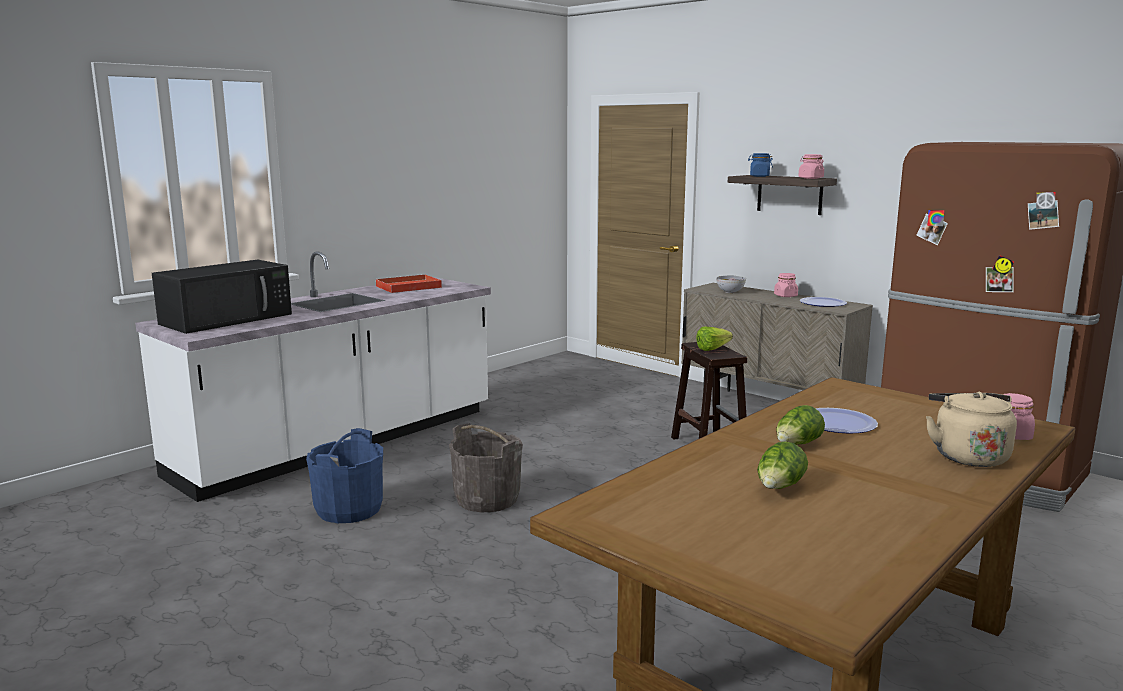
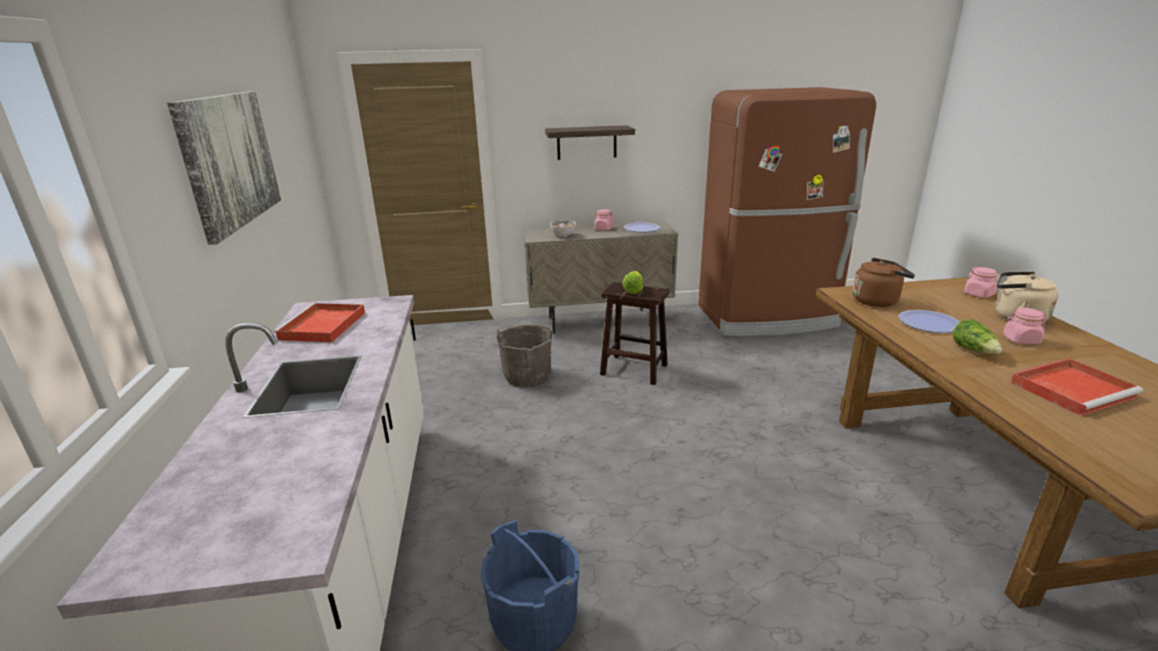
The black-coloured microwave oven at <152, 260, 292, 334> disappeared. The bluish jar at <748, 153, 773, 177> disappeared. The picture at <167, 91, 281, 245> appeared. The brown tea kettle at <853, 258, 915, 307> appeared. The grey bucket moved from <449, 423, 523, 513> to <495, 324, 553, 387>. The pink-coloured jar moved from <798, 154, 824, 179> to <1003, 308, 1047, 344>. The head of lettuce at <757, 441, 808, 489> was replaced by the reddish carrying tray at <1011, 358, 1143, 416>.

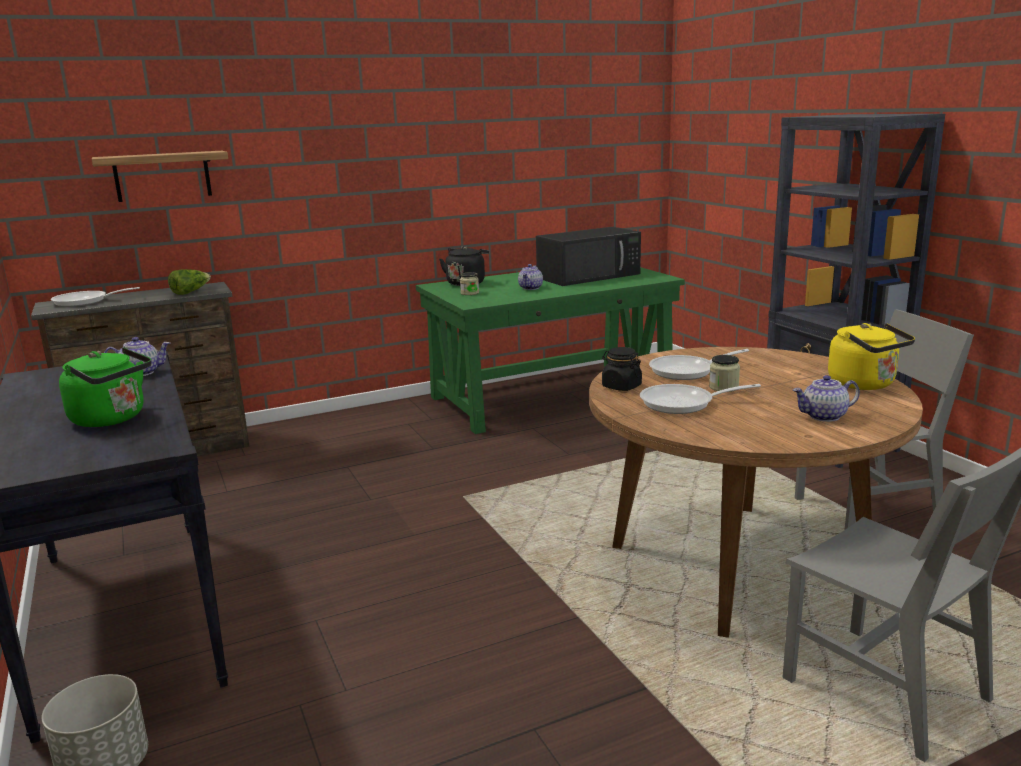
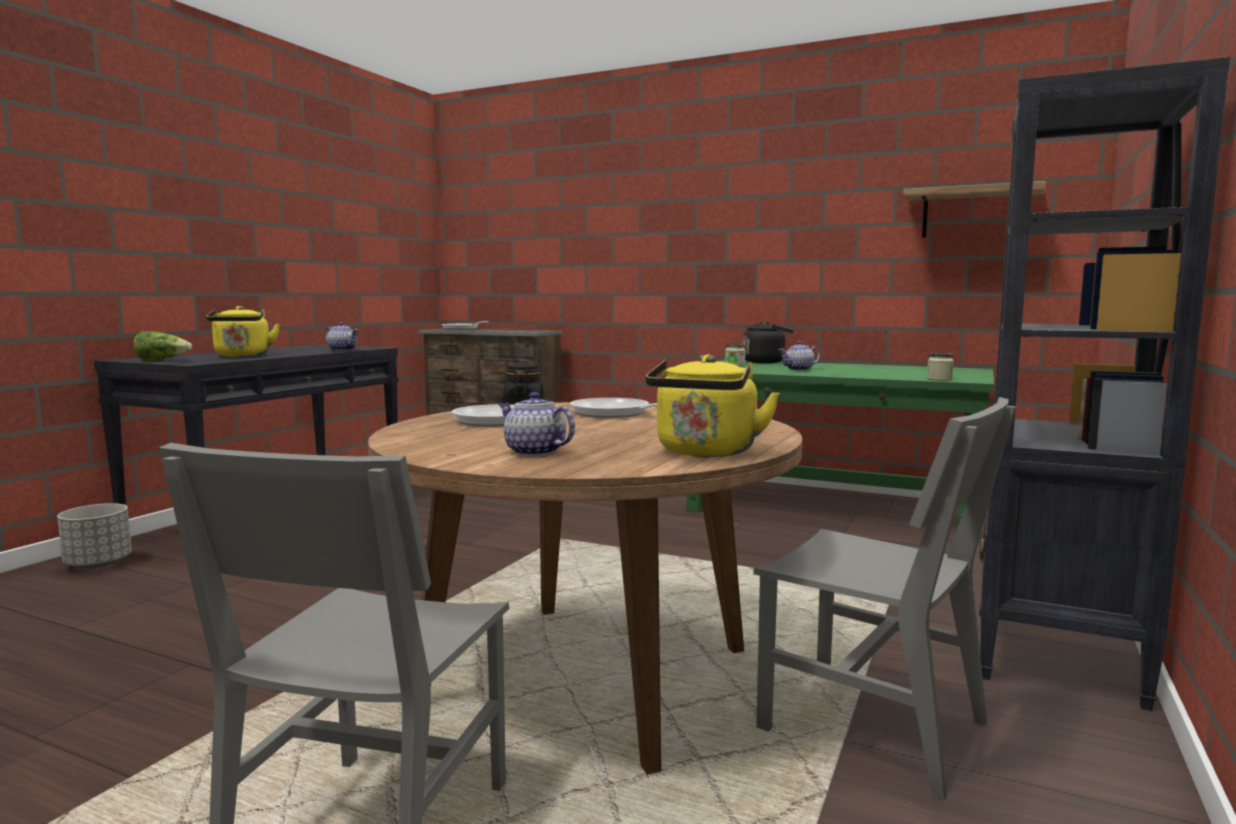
The black-coloured microwave oven at <536, 227, 641, 286> disappeared. The shelf moved from <92, 151, 228, 202> to <903, 181, 1047, 238>. The head of lettuce moved from <168, 269, 211, 295> to <134, 331, 192, 361>. The jar moved from <709, 355, 740, 392> to <927, 353, 954, 381>. The green-coloured tea kettle at <59, 347, 152, 427> became the yellowish tea kettle at <206, 306, 280, 357>.

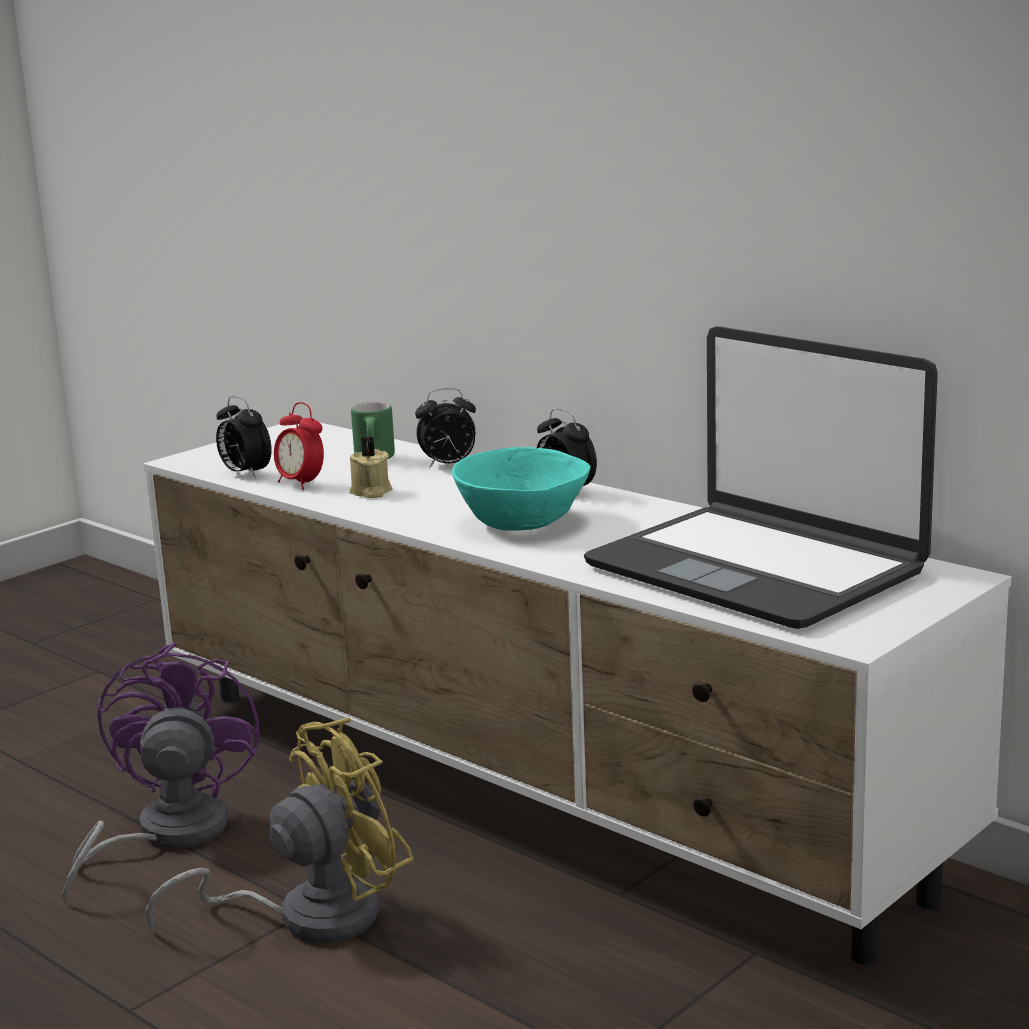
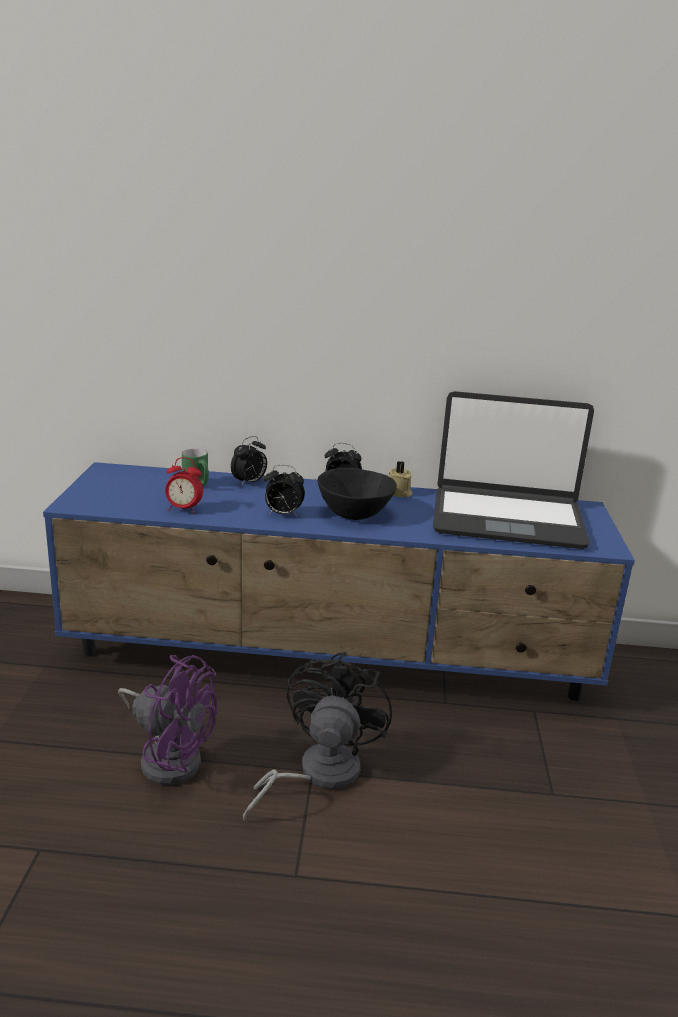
The table clock moved from <216, 396, 272, 478> to <264, 465, 305, 516>. The beige-coloured wax candle moved from <349, 436, 392, 498> to <389, 461, 412, 497>. The whitish tv stand at <143, 422, 1011, 964> became the bluish tv stand at <43, 462, 635, 701>. The yellowish fan at <145, 718, 414, 943> became the black-coloured fan at <243, 652, 392, 821>. The blue-green bowl at <452, 447, 590, 531> became the black-coloured bowl at <317, 468, 397, 520>. The purplish fan at <62, 642, 259, 903> turned 150 degrees clockwise.

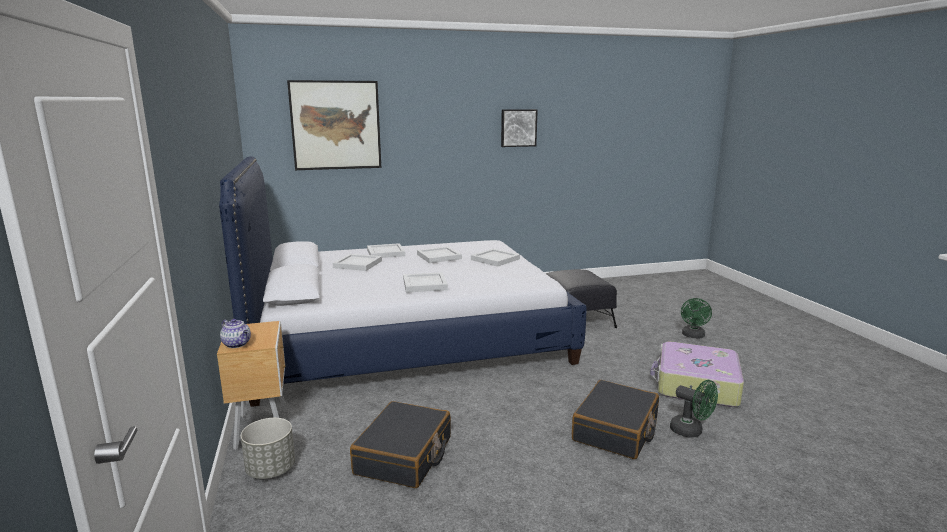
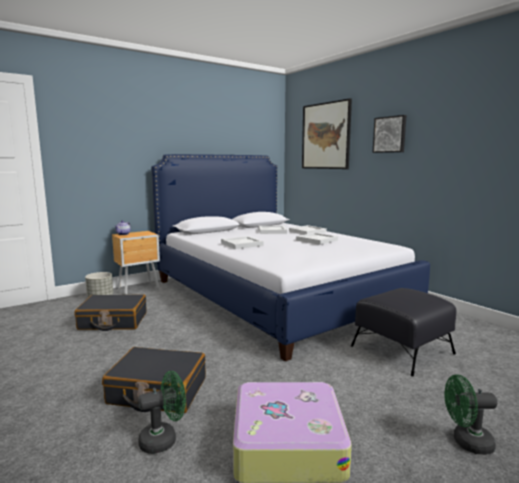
The whitish carrying tray at <471, 249, 520, 267> disappeared. The picture moved from <501, 109, 538, 147> to <372, 115, 406, 153>. The green-coloured fan at <670, 380, 718, 438> turned 135 degrees counterclockwise.

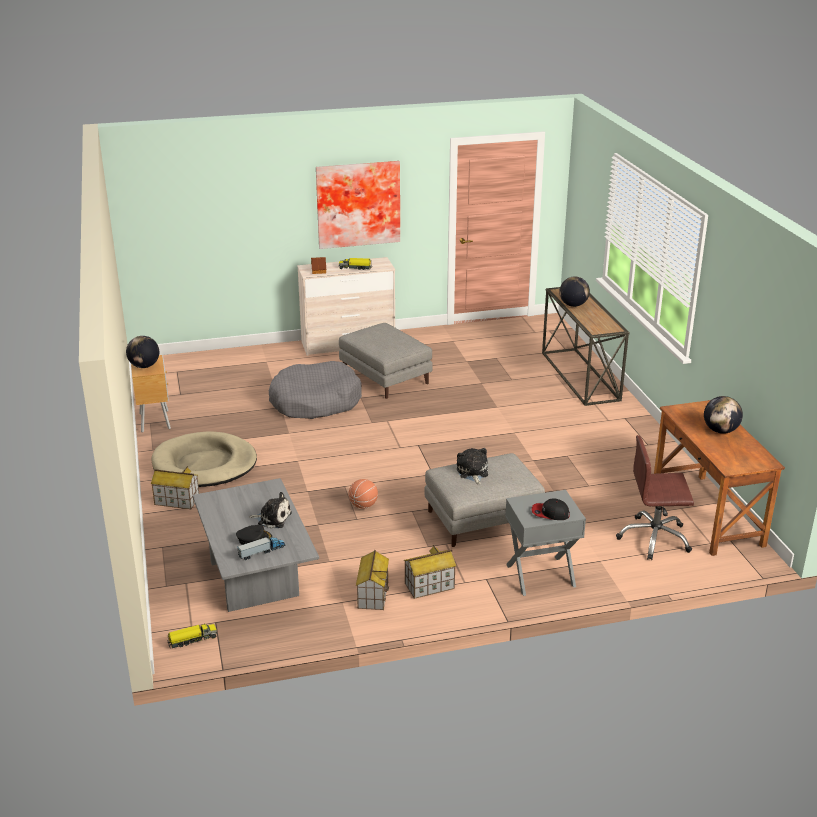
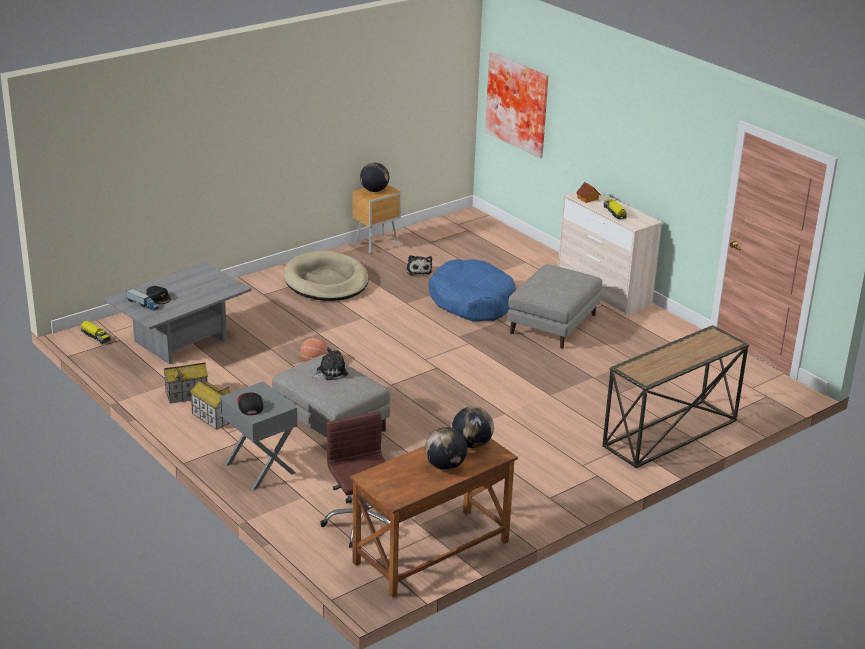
The model house at <151, 466, 199, 509> disappeared. The cuddly toy moved from <249, 492, 292, 529> to <407, 255, 432, 275>. The picture moved from <316, 161, 400, 249> to <485, 52, 549, 158>. The world globe moved from <559, 277, 590, 307> to <452, 406, 494, 448>. The grey dog cushion at <269, 361, 362, 419> became the bluish dog cushion at <429, 259, 516, 322>.

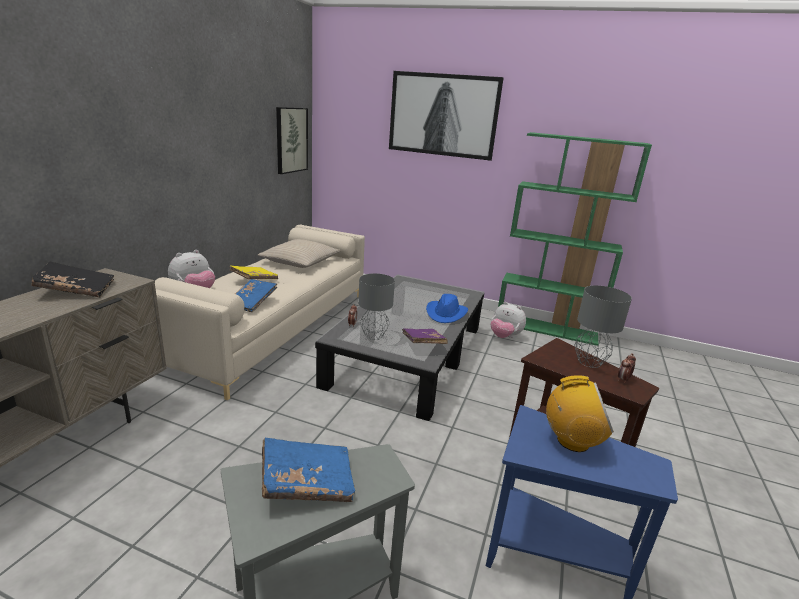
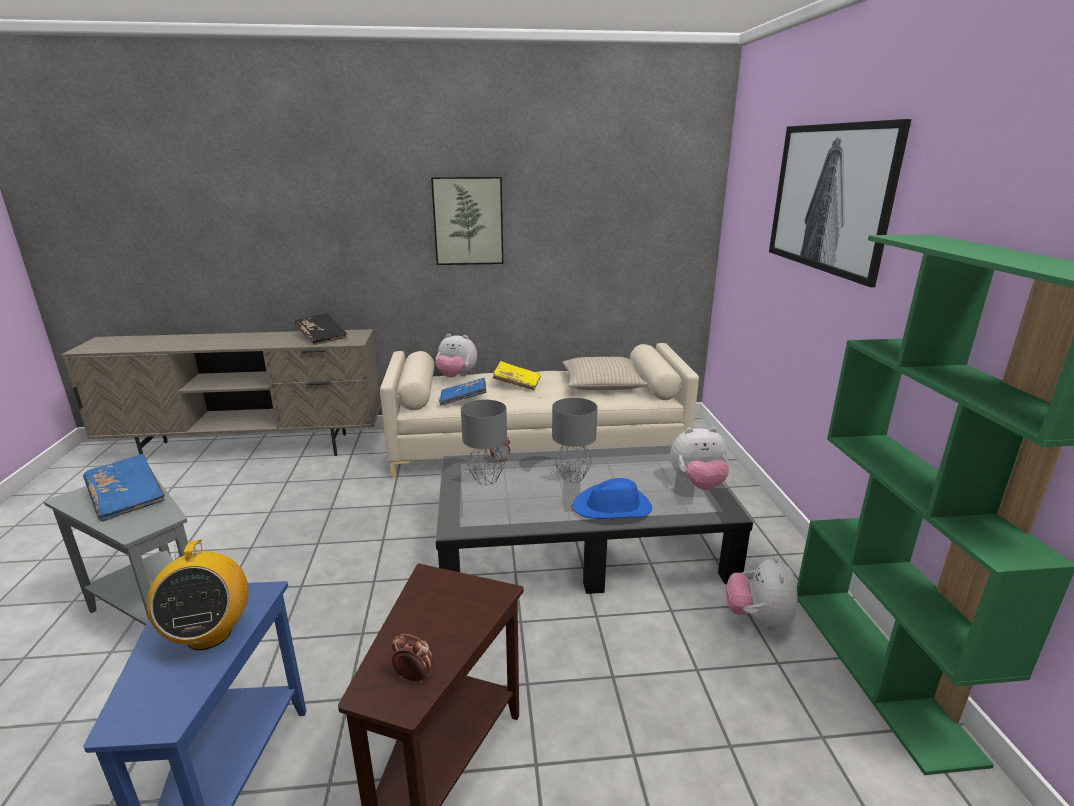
The purplish book at <402, 328, 448, 344> disappeared. The cuddly toy at <670, 427, 729, 490> appeared. The picture moved from <276, 107, 308, 174> to <431, 177, 503, 265>. The grey tabletop lamp moved from <574, 285, 632, 368> to <552, 398, 598, 482>.

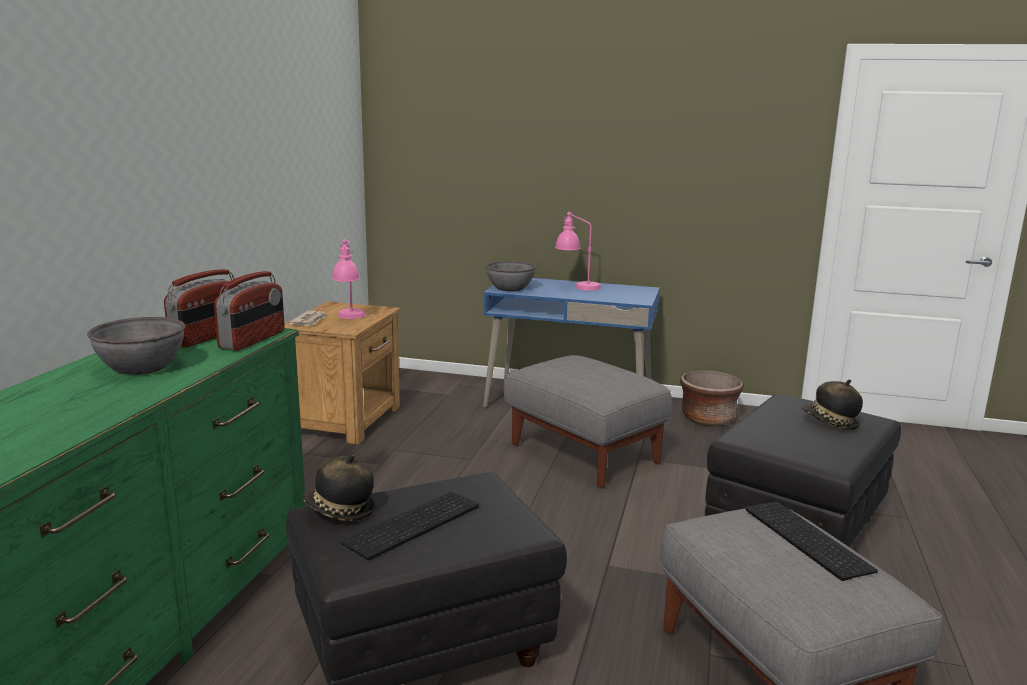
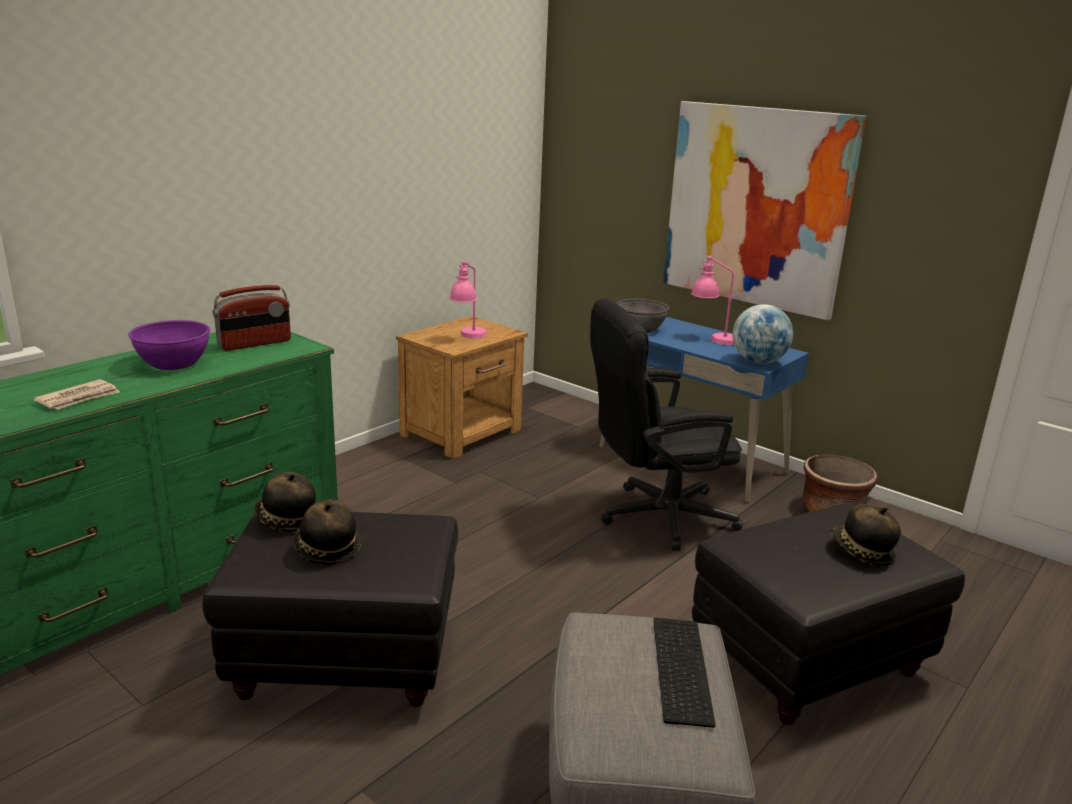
The radio receiver at <214, 271, 285, 351> disappeared. The picture at <663, 101, 866, 320> appeared. The world globe at <733, 304, 793, 364> appeared. The daily paper moved from <288, 311, 327, 326> to <33, 379, 120, 410>. The PC keyboard at <341, 492, 479, 560> was replaced by the wearable hat at <294, 499, 361, 565>. The grey pouffe at <503, 355, 672, 487> was replaced by the black-coloured desk chair at <590, 299, 743, 551>. The grey bowl at <87, 317, 185, 375> became the purplish bowl at <129, 320, 210, 370>.

